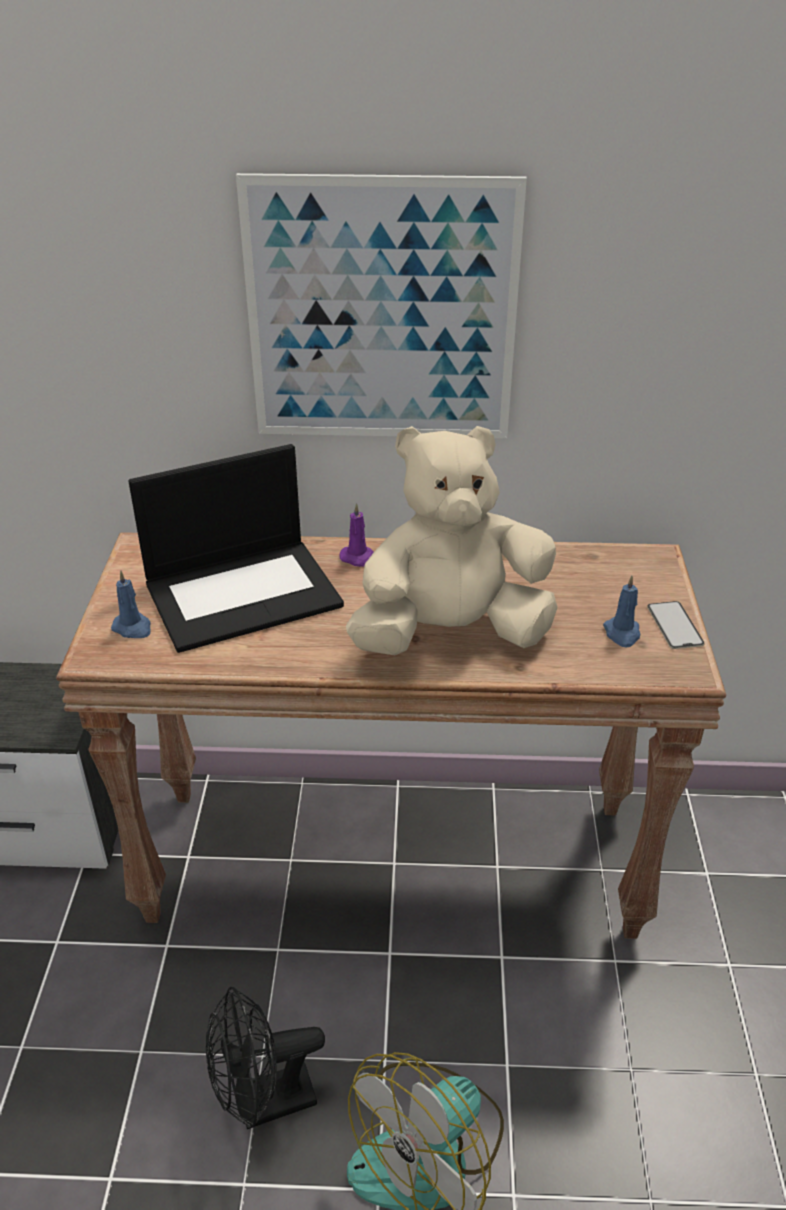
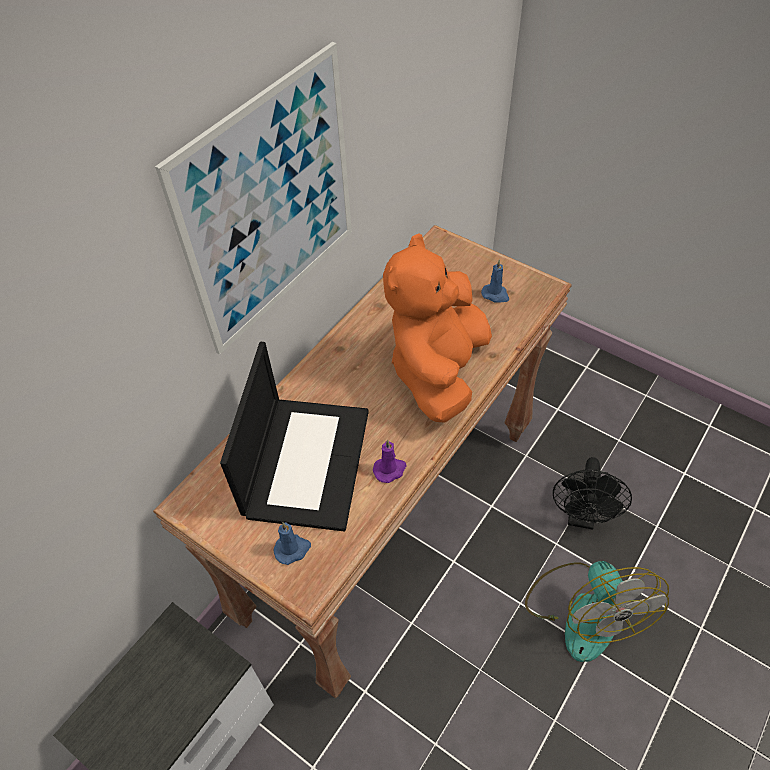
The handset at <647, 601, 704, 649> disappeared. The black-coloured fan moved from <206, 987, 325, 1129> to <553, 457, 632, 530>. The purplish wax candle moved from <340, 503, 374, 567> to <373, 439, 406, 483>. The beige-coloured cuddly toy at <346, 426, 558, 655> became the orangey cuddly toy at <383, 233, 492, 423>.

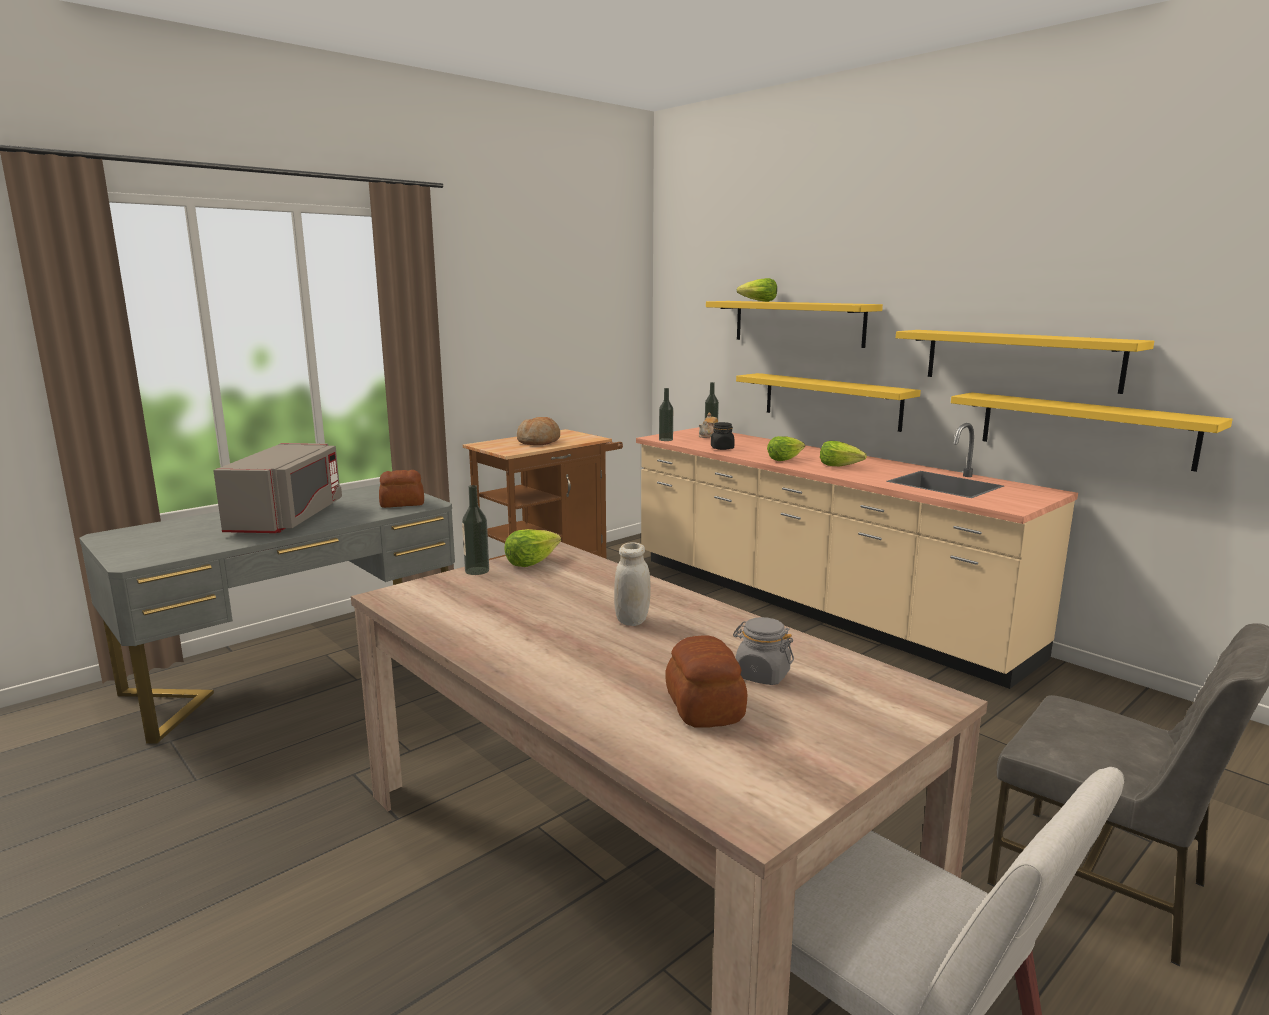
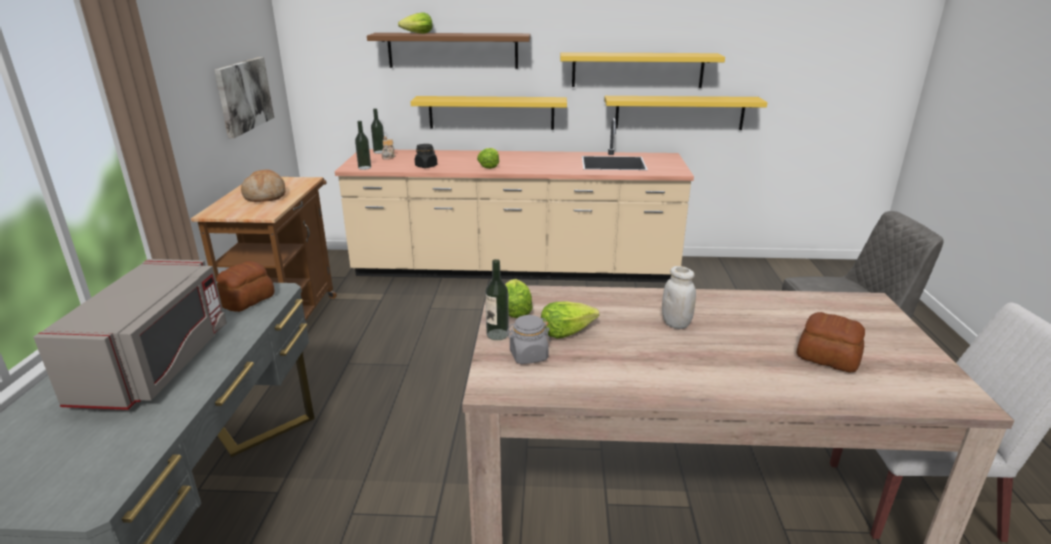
The picture at <215, 57, 274, 139> appeared. The grey jar moved from <733, 617, 794, 685> to <506, 315, 551, 364>. The head of lettuce moved from <820, 441, 867, 466> to <541, 301, 599, 339>. The yellowish shelf at <706, 301, 883, 348> became the brown shelf at <367, 33, 530, 69>. The grey microwave oven at <213, 443, 342, 533> turned 45 degrees clockwise.

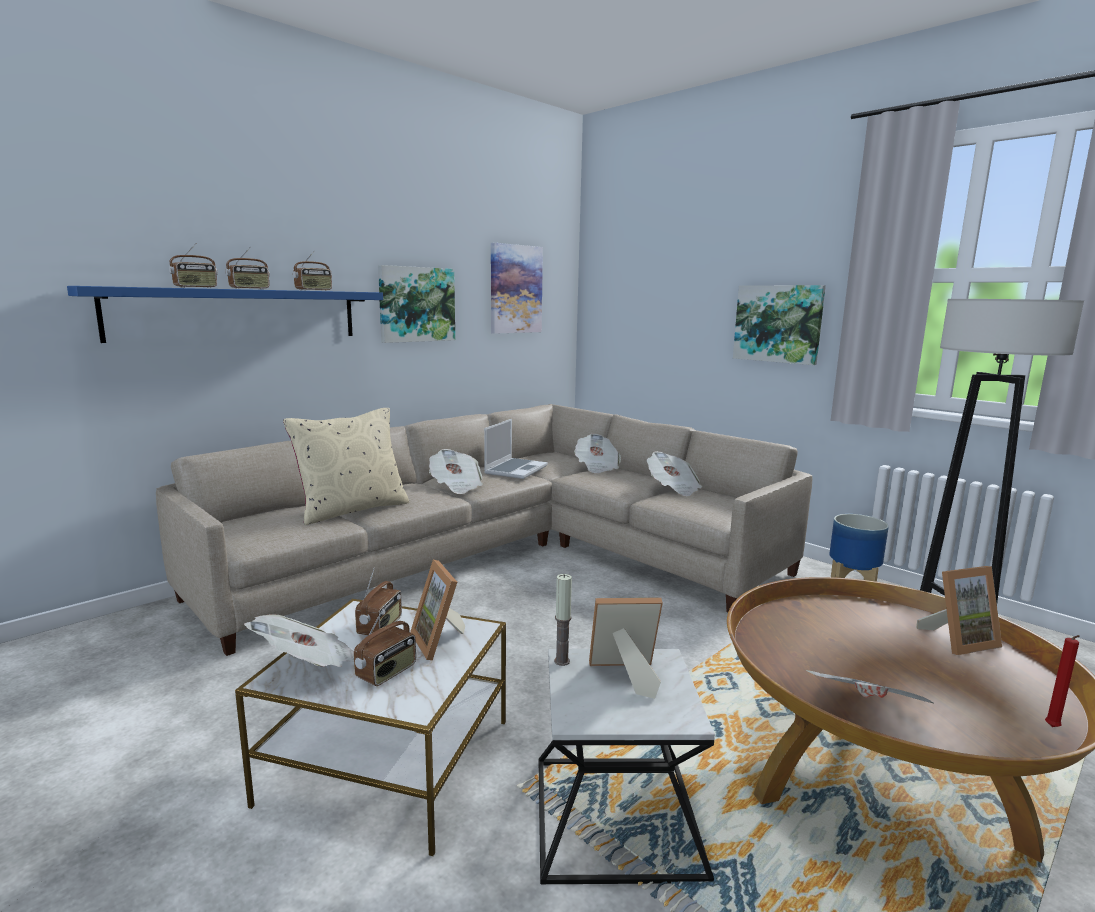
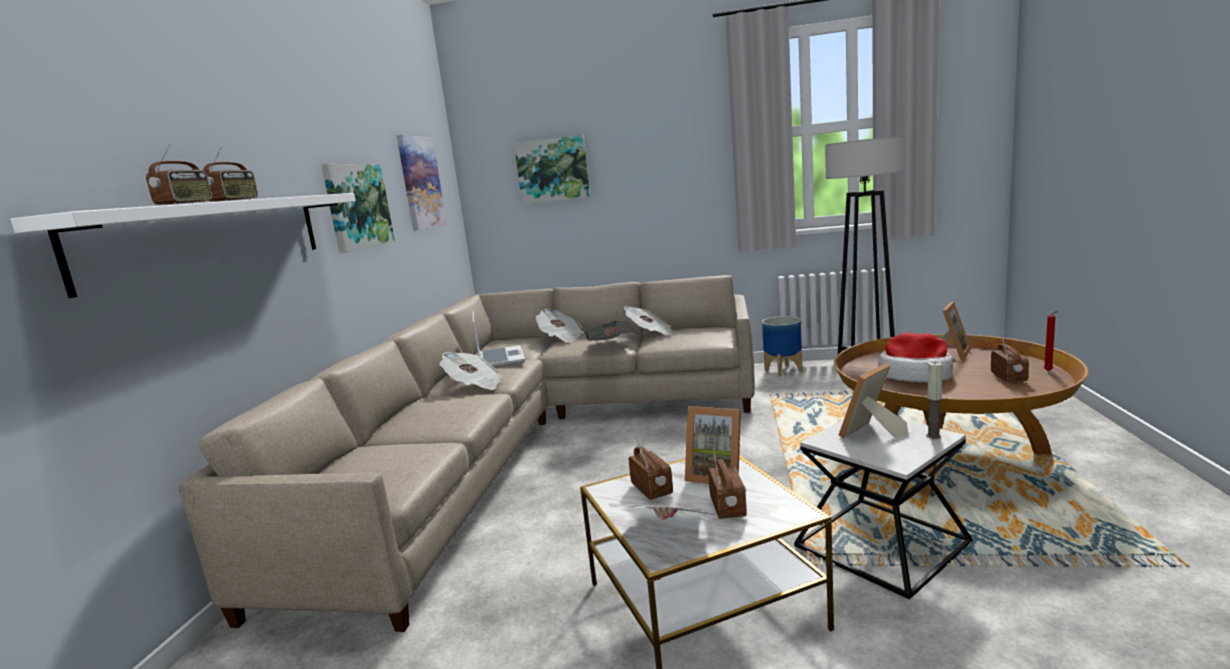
The beige-coloured cushion at <283, 408, 409, 525> disappeared. The wearable hat at <878, 332, 953, 382> appeared. The radio receiver moved from <293, 251, 332, 291> to <991, 333, 1029, 383>. The wax candle moved from <554, 574, 572, 666> to <926, 361, 942, 439>. The picture moved from <733, 285, 826, 365> to <514, 135, 590, 204>. The daily paper moved from <806, 670, 933, 703> to <584, 321, 633, 341>. The bluish shelf at <67, 286, 383, 343> became the whitish shelf at <10, 193, 356, 298>.

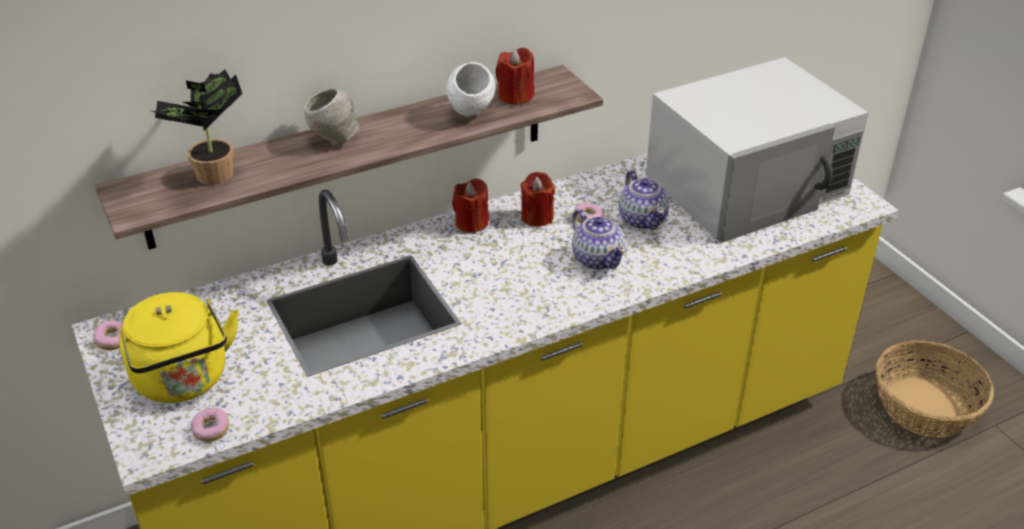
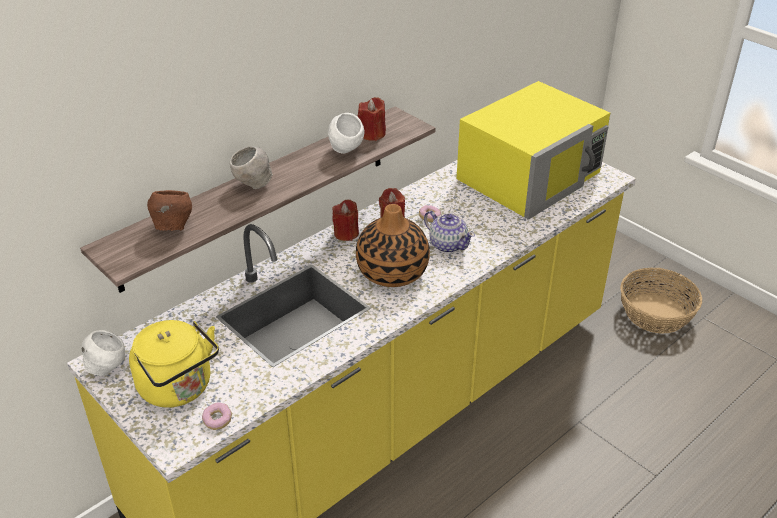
The teapot at <618, 170, 669, 230> disappeared. The vase at <356, 204, 430, 287> appeared. The donut at <93, 320, 123, 350> was replaced by the whitish bowl at <82, 330, 125, 376>. The potted plant at <148, 70, 242, 185> was replaced by the brown bowl at <147, 190, 192, 231>. The whitish microwave oven at <646, 57, 868, 243> became the yellowish microwave oven at <456, 81, 610, 220>.

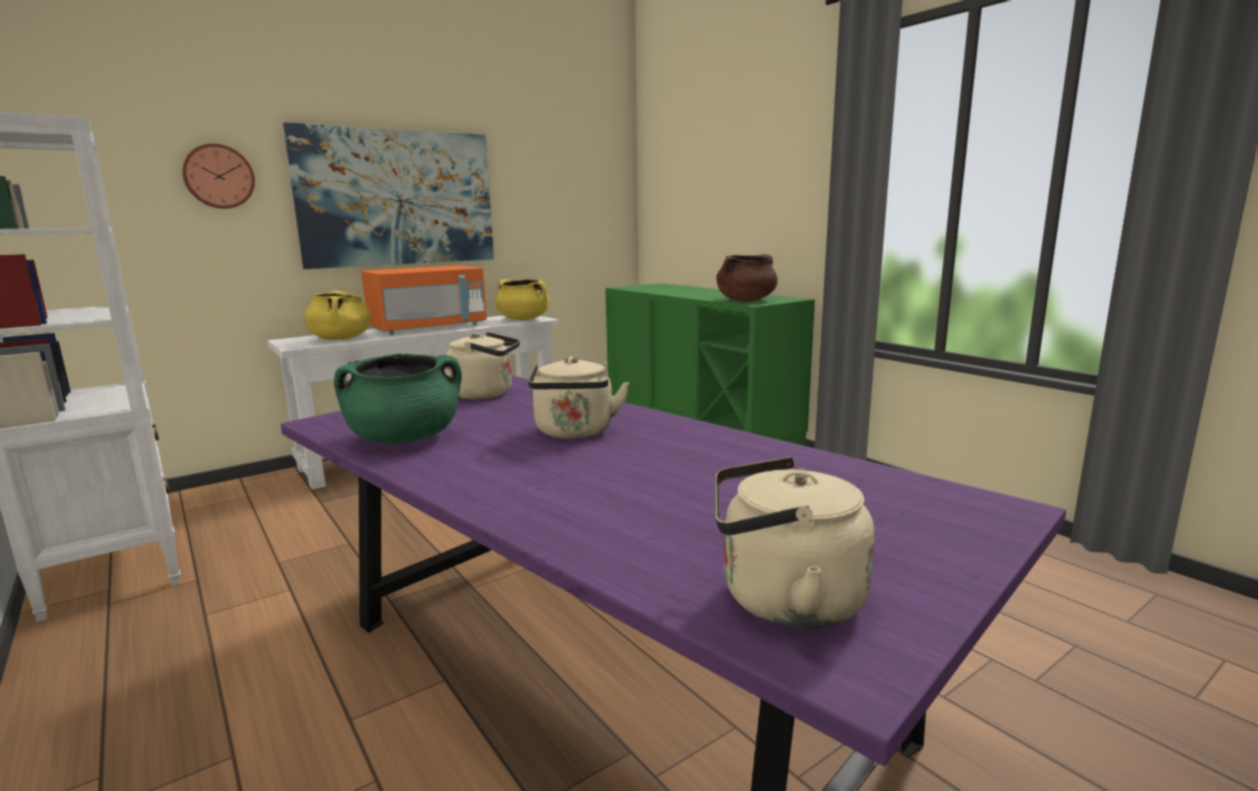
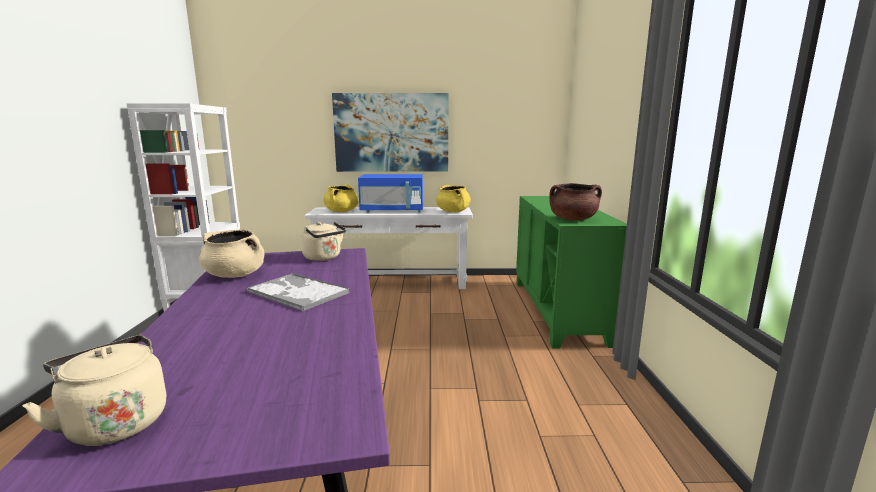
The clock on the wall at <182, 144, 255, 209> disappeared. The beige-coloured tea kettle at <528, 356, 629, 439> was replaced by the carrying tray at <247, 273, 350, 312>. The green-coloured cooking pot at <334, 354, 462, 443> became the beige-coloured cooking pot at <199, 230, 264, 278>. The orangey microwave oven at <361, 265, 487, 335> became the bluish microwave oven at <358, 174, 423, 213>.

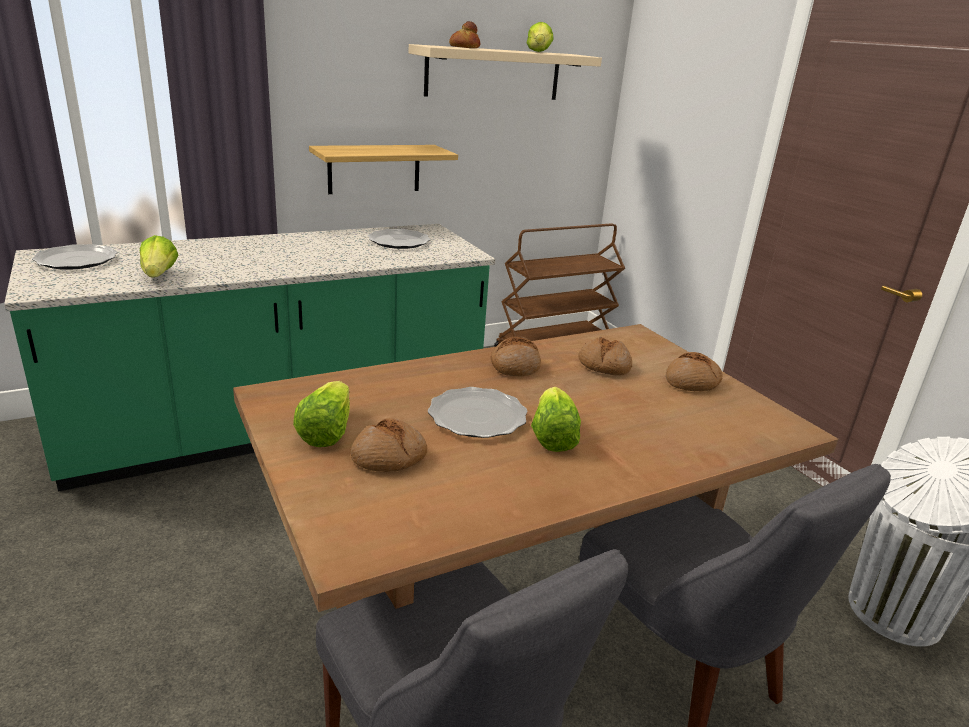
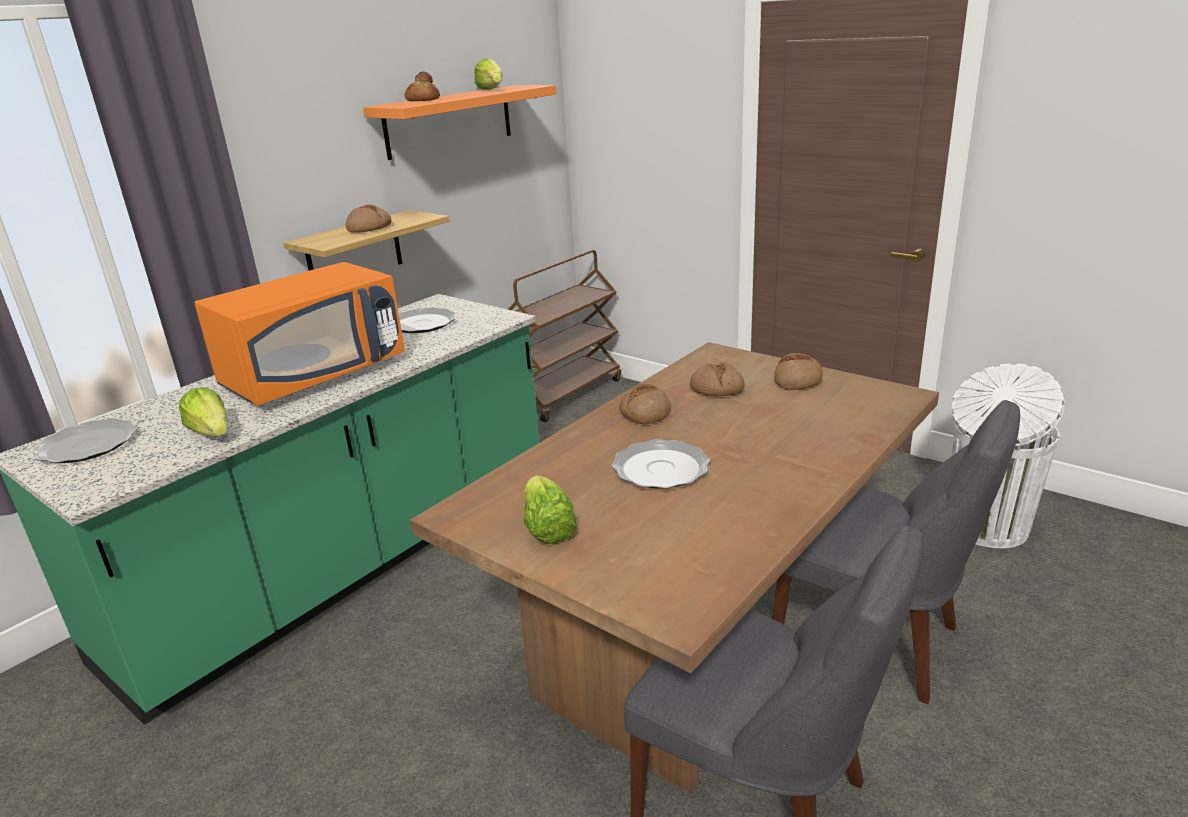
The head of lettuce at <531, 387, 581, 452> disappeared. The orangey microwave oven at <195, 262, 405, 406> appeared. The bakery bread moved from <351, 418, 427, 472> to <346, 204, 392, 233>. The beige-coloured shelf at <409, 44, 602, 100> became the orangey shelf at <363, 85, 556, 160>.

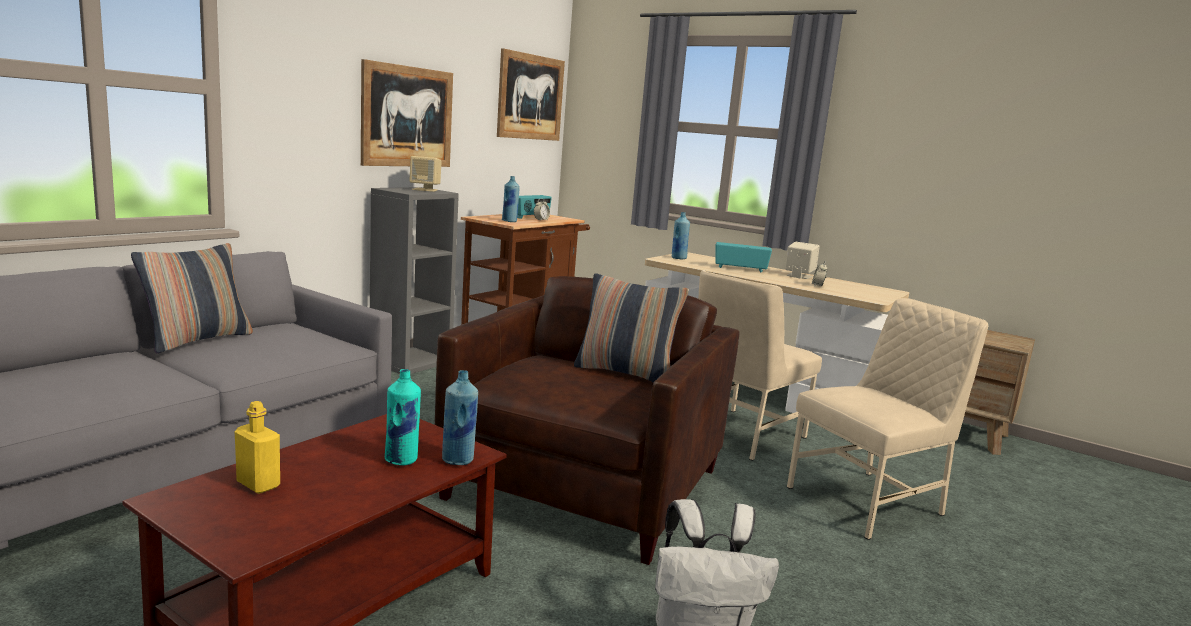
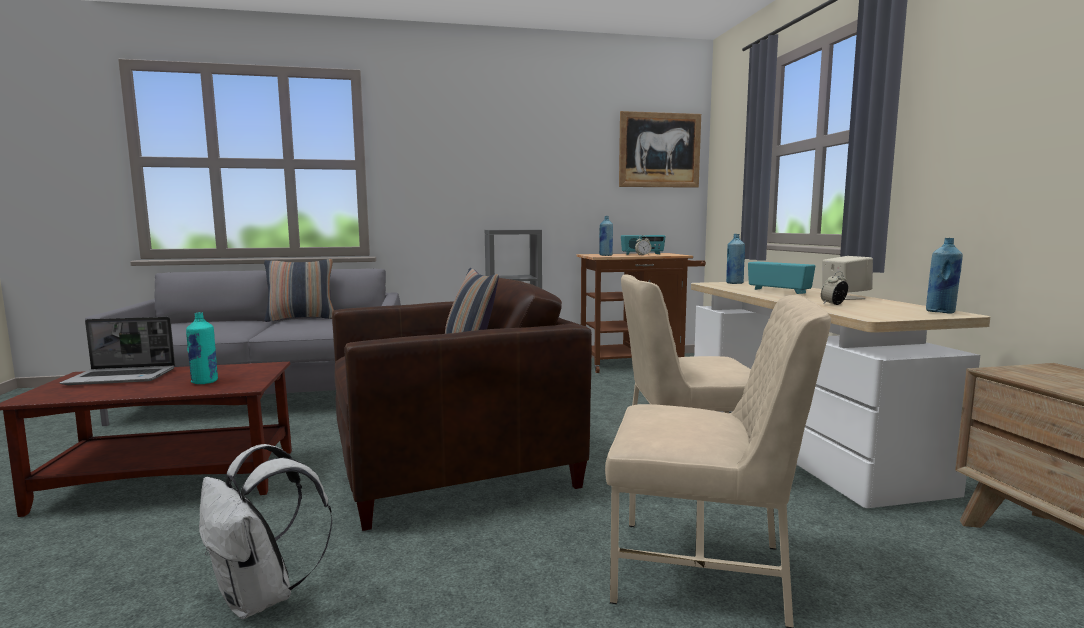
The picture at <361, 59, 453, 167> disappeared. The beige-coloured speaker at <409, 156, 442, 192> disappeared. The bluish beverage bottle moved from <442, 370, 478, 465> to <926, 238, 963, 314>. The yellowish beverage bottle at <235, 401, 280, 494> was replaced by the portable computer at <60, 317, 175, 385>.

